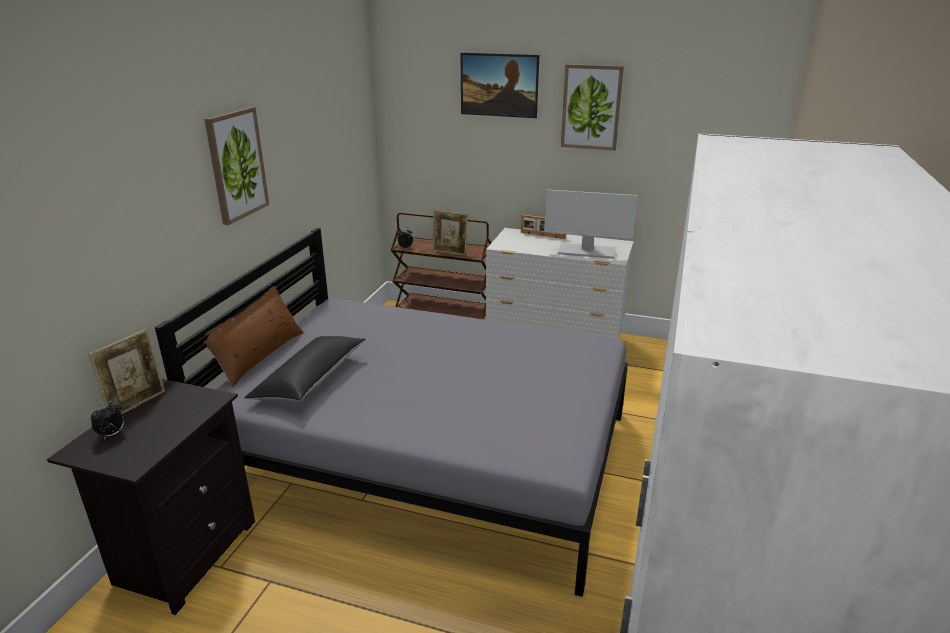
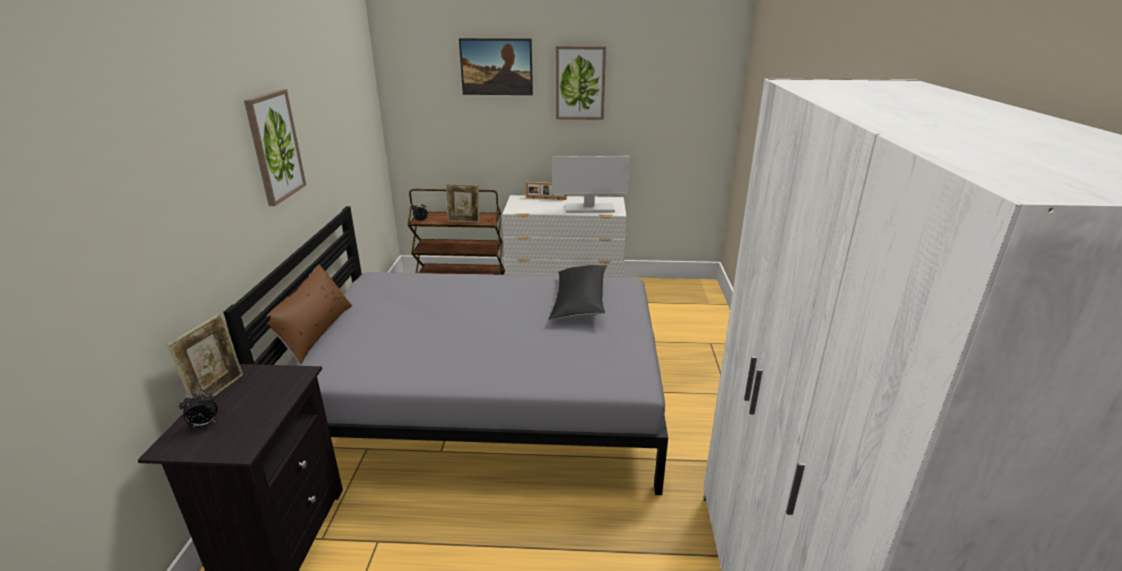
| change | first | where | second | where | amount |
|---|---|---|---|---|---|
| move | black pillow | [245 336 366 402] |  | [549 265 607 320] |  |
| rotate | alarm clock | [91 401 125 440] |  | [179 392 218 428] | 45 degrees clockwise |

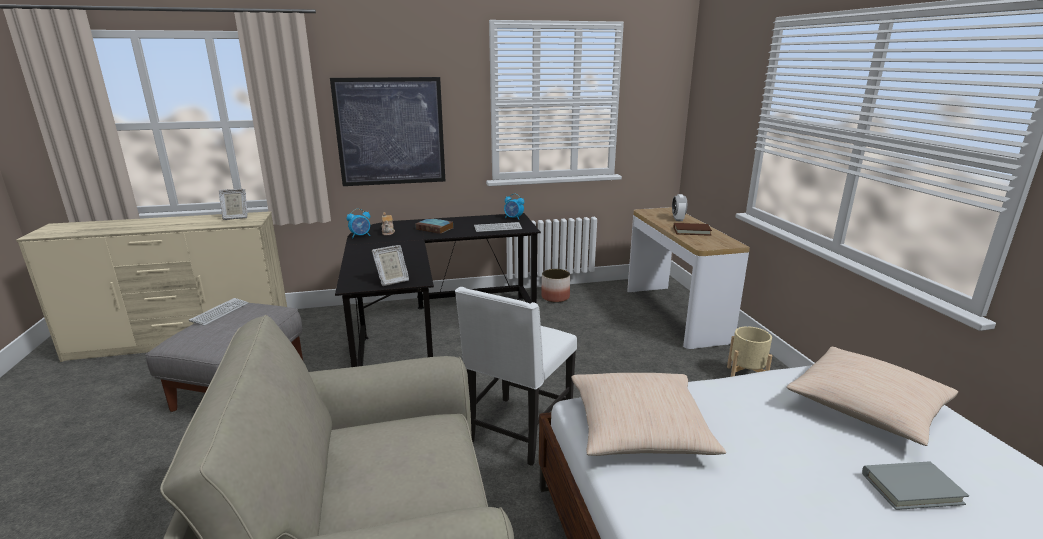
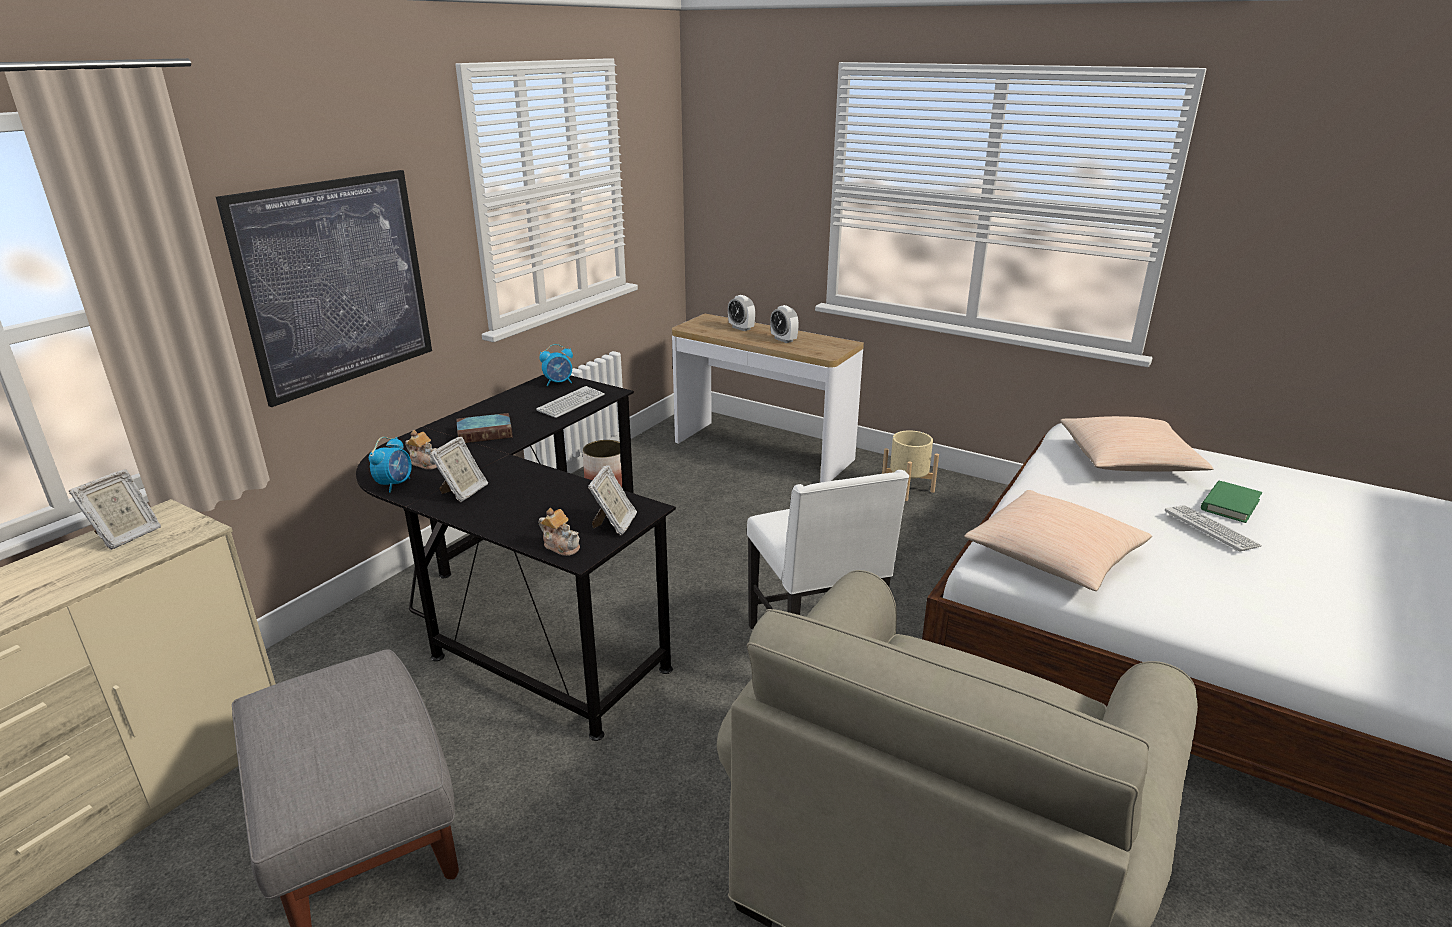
| change | first | where | second | where | amount |
|---|---|---|---|---|---|
| insert |  |  | picture frame | [429 437 488 502] |  |
| insert |  |  | teapot | [539 508 580 556] |  |
| move | keyboard | [189 298 249 326] |  | [1165 505 1262 552] |  |
| replace | brown book | [673 223 712 236] | alarm clock | [770 305 799 343] |  |
| recolor | grey book | [862 462 969 510] | green book | [1201 481 1262 523] |  |

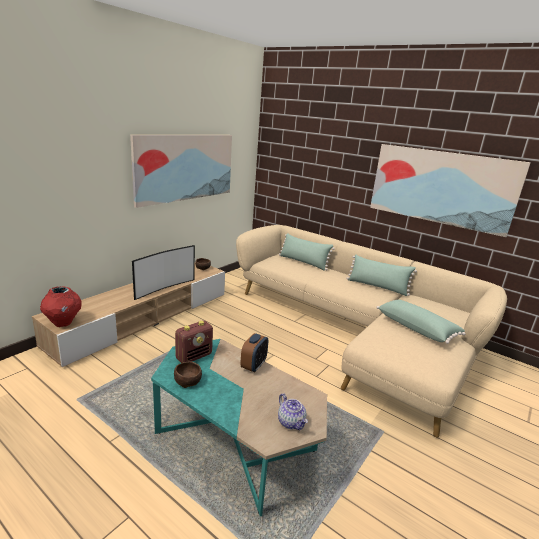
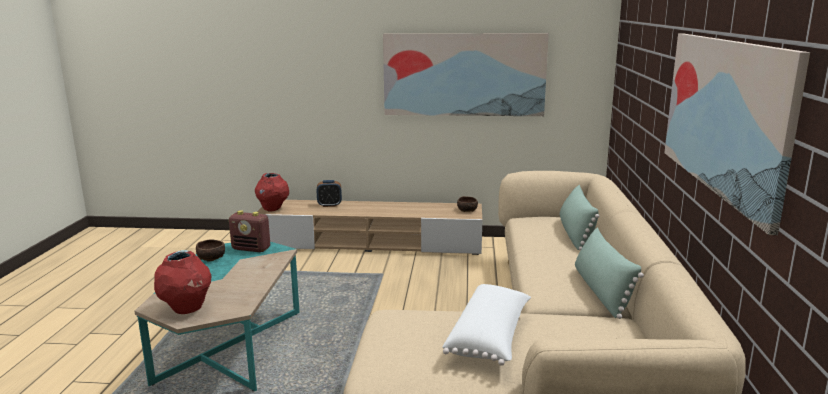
| change | first | where | second | where | amount |
|---|---|---|---|---|---|
| delete | television | [132 245 195 300] |  |  |  |
| move | alarm clock | [240 333 268 372] |  | [317 180 342 207] |  |
| replace | teapot | [278 393 308 430] | red vase | [154 250 211 314] |  |
| recolor | green pillow | [377 299 466 344] | white pillow | [442 284 531 366] |  |

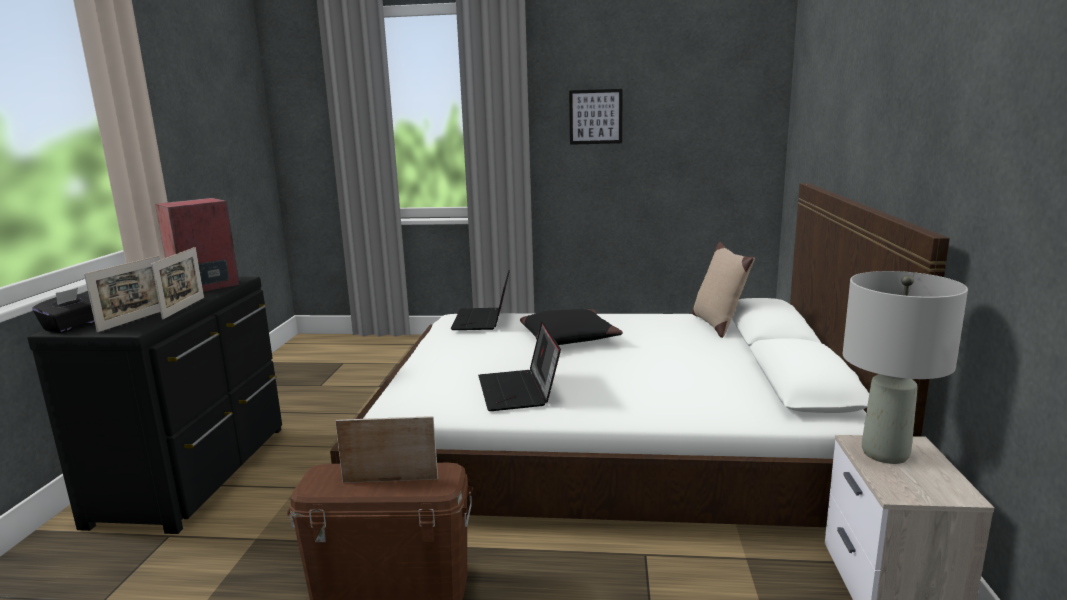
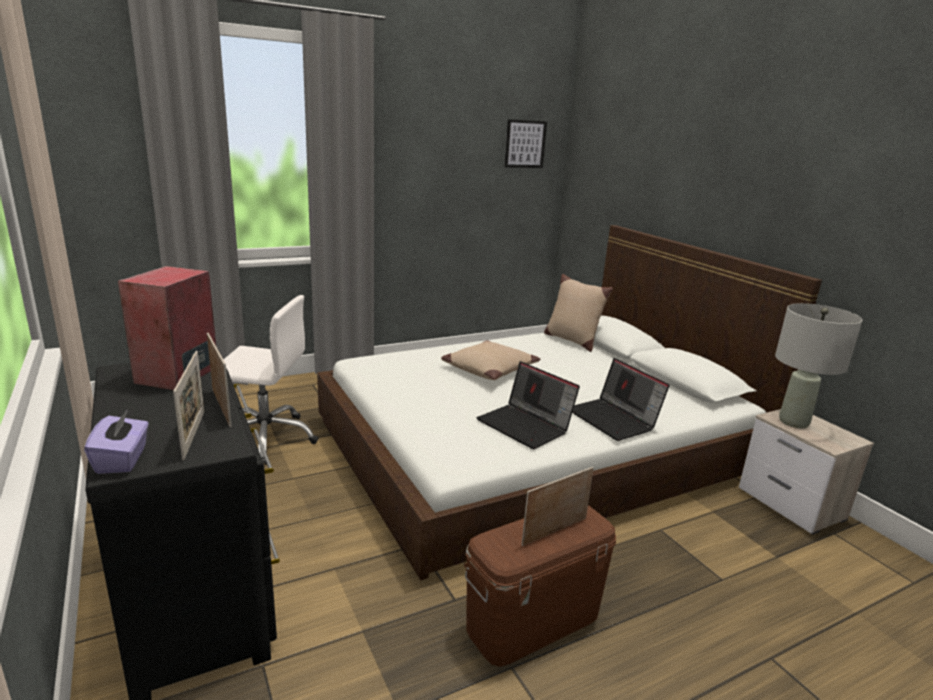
| change | first | where | second | where | amount |
|---|---|---|---|---|---|
| insert |  |  | white office chair | [223 295 319 465] |  |
| move | laptop | [451 270 510 330] |  | [572 358 670 441] |  |
| move | picture | [569 89 623 145] |  | [504 119 547 168] |  |
| recolor | black tissue box | [32 288 94 333] | purple tissue box | [84 410 149 474] |  |
| recolor | black pillow | [520 309 623 345] | beige pillow | [441 340 541 380] |  |

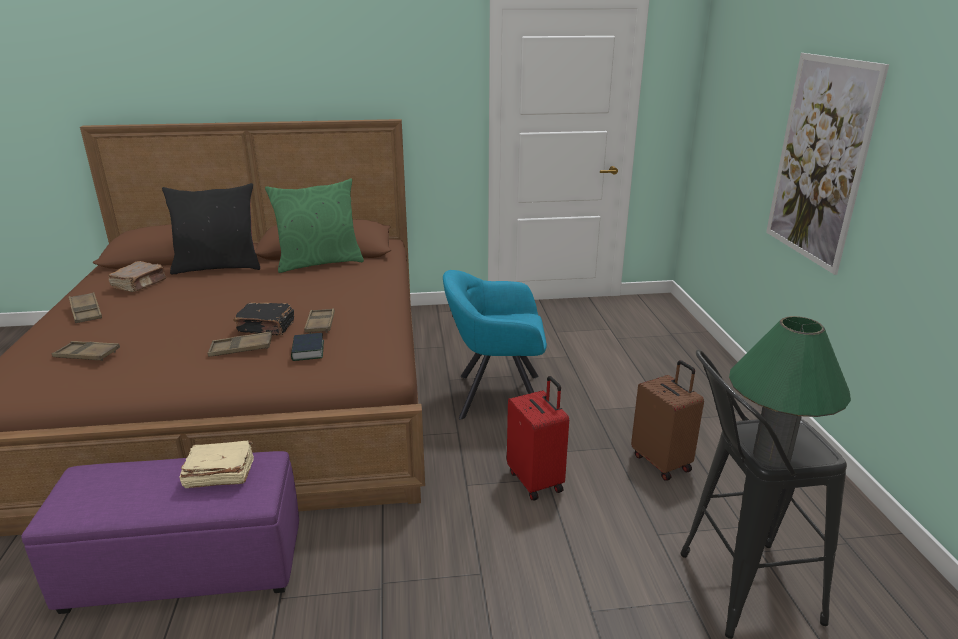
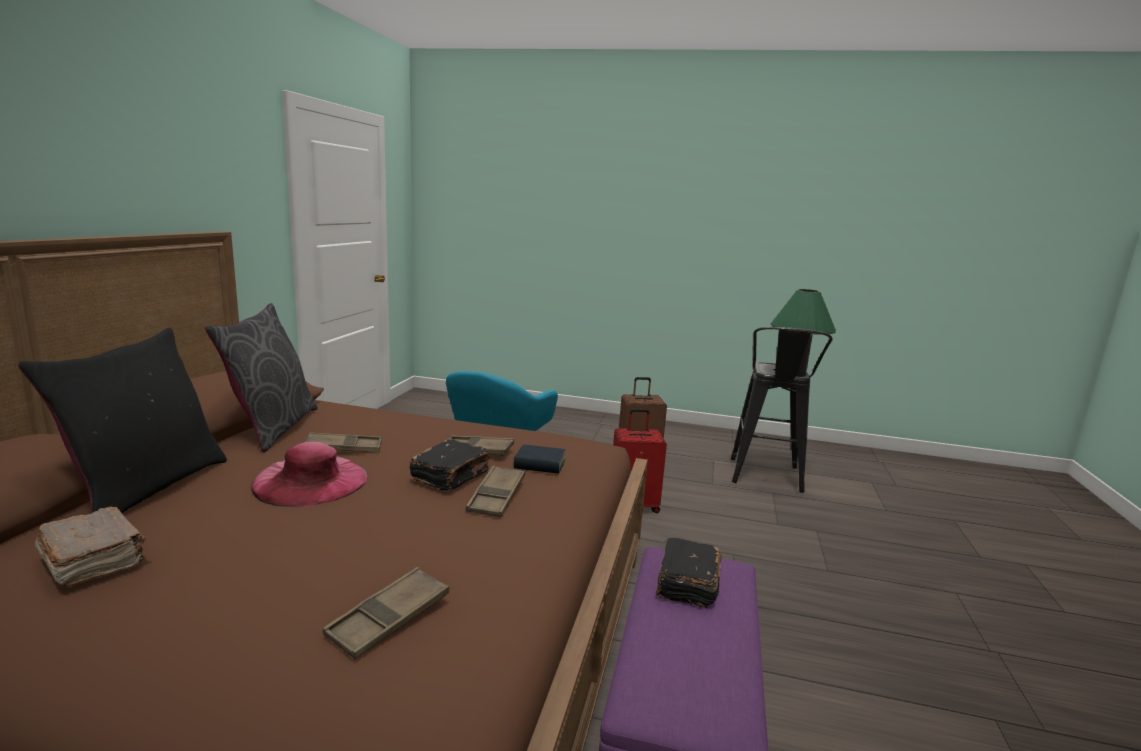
| change | first | where | second | where | amount |
|---|---|---|---|---|---|
| delete | picture | [766 53 889 275] |  |  |  |
| insert |  |  | pink hat | [251 442 367 507] |  |
| move | brown tray | [69 292 102 323] |  | [305 432 382 453] |  |
| recolor | beige book | [179 441 254 488] | black book | [656 538 722 608] |  |
| recolor | green pillow | [265 179 364 273] | grey pillow | [205 303 318 452] |  |

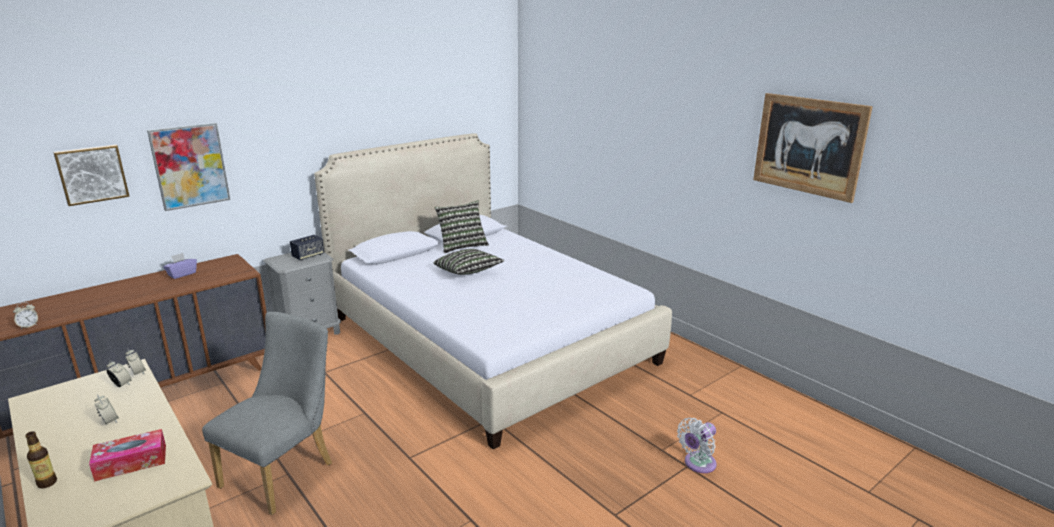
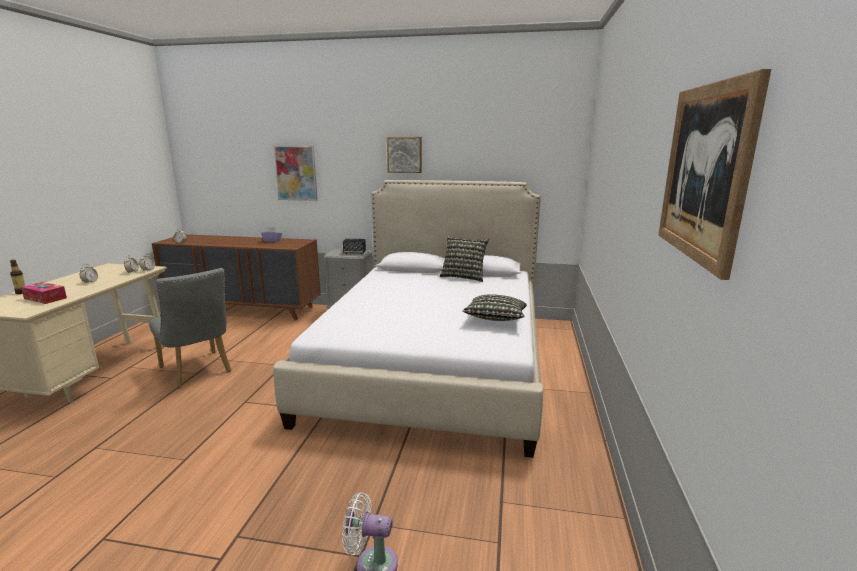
| change | first | where | second | where | amount |
|---|---|---|---|---|---|
| move | picture | [53 145 130 206] |  | [387 137 422 173] |  |
| move | pillow | [433 249 504 275] |  | [462 294 527 321] |  |
| rotate | grey chair | [202 312 332 515] |  | [149 268 232 387] | 60 degrees clockwise |

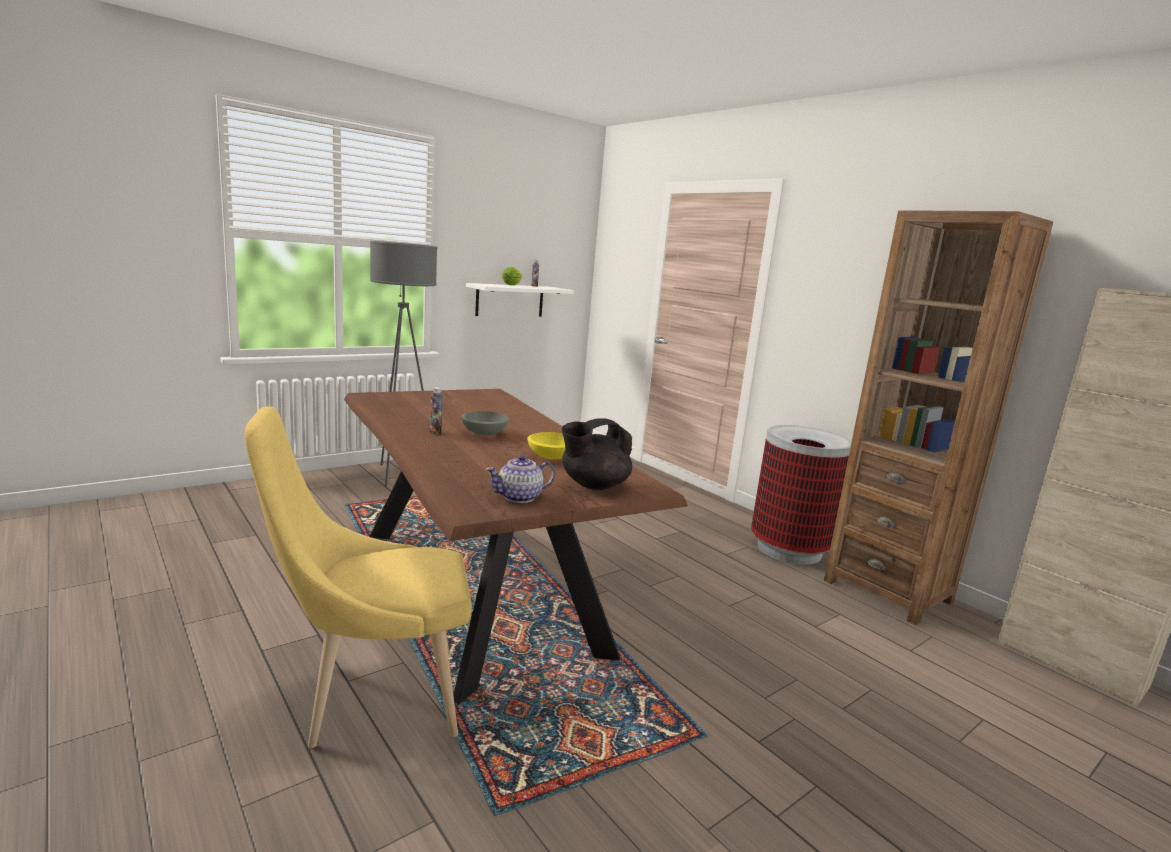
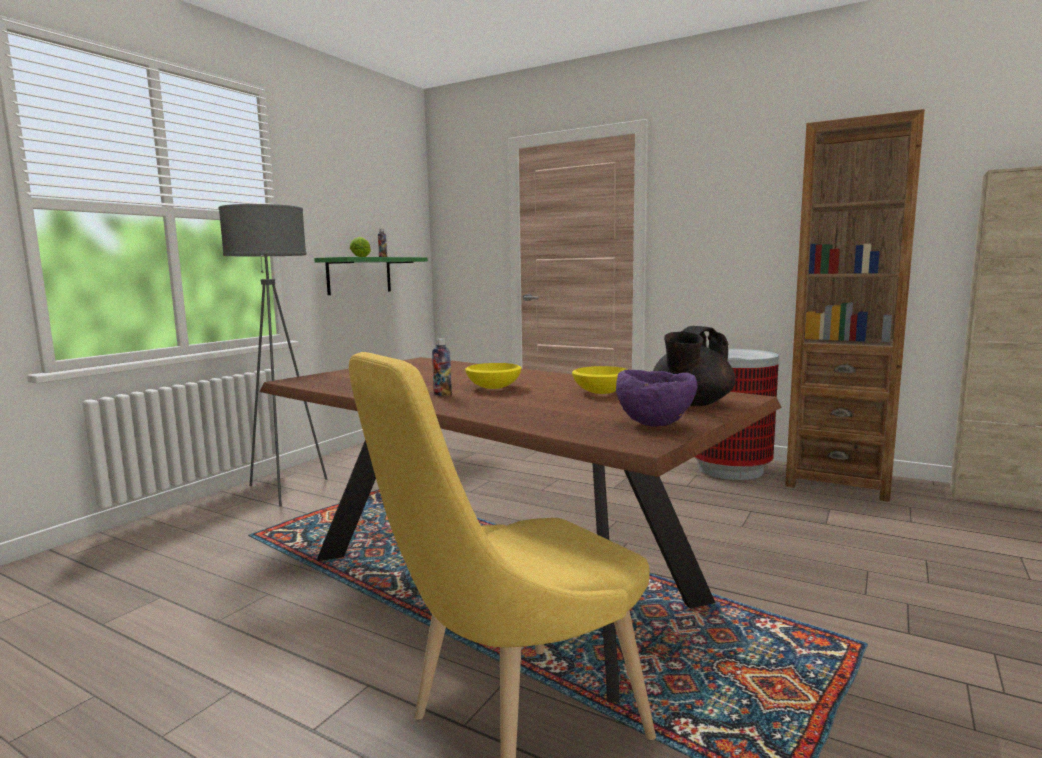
| change | first | where | second | where | amount |
|---|---|---|---|---|---|
| replace | teapot | [485 455 555 503] | purple bowl | [616 370 698 427] |  |
| recolor | grey bowl | [461 411 509 435] | yellow bowl | [465 363 522 389] |  |
| recolor | white shelf | [466 283 574 317] | green shelf | [314 257 428 295] |  |

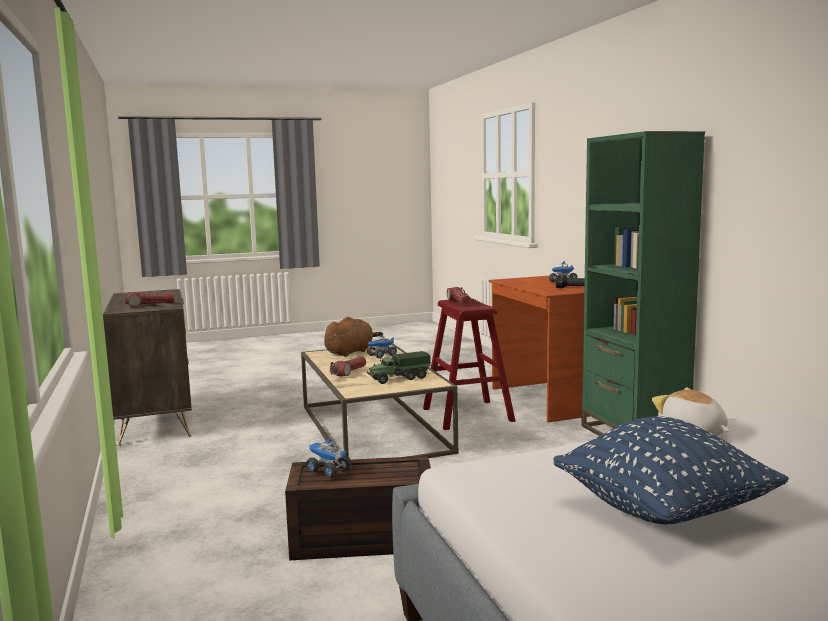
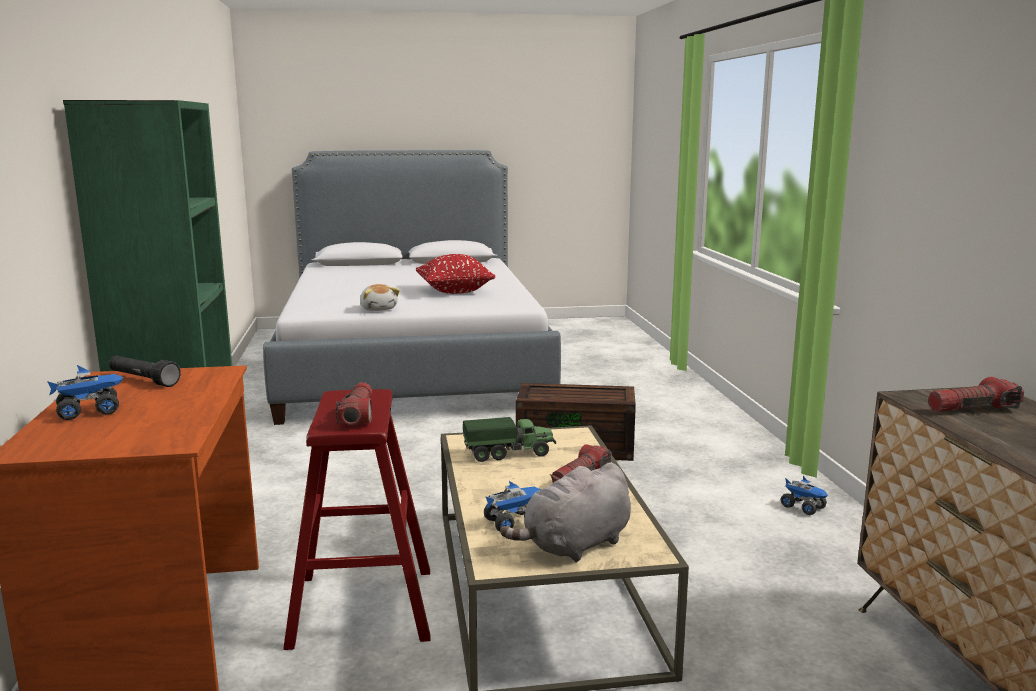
| change | first | where | second | where | amount |
|---|---|---|---|---|---|
| move | toy truck | [306 438 352 478] |  | [781 476 828 515] |  |
| recolor | brown plush toy | [324 317 382 357] | grey plush toy | [500 462 631 562] |  |
| recolor | blue pillow | [553 416 789 524] | red pillow | [416 254 495 294] |  |

